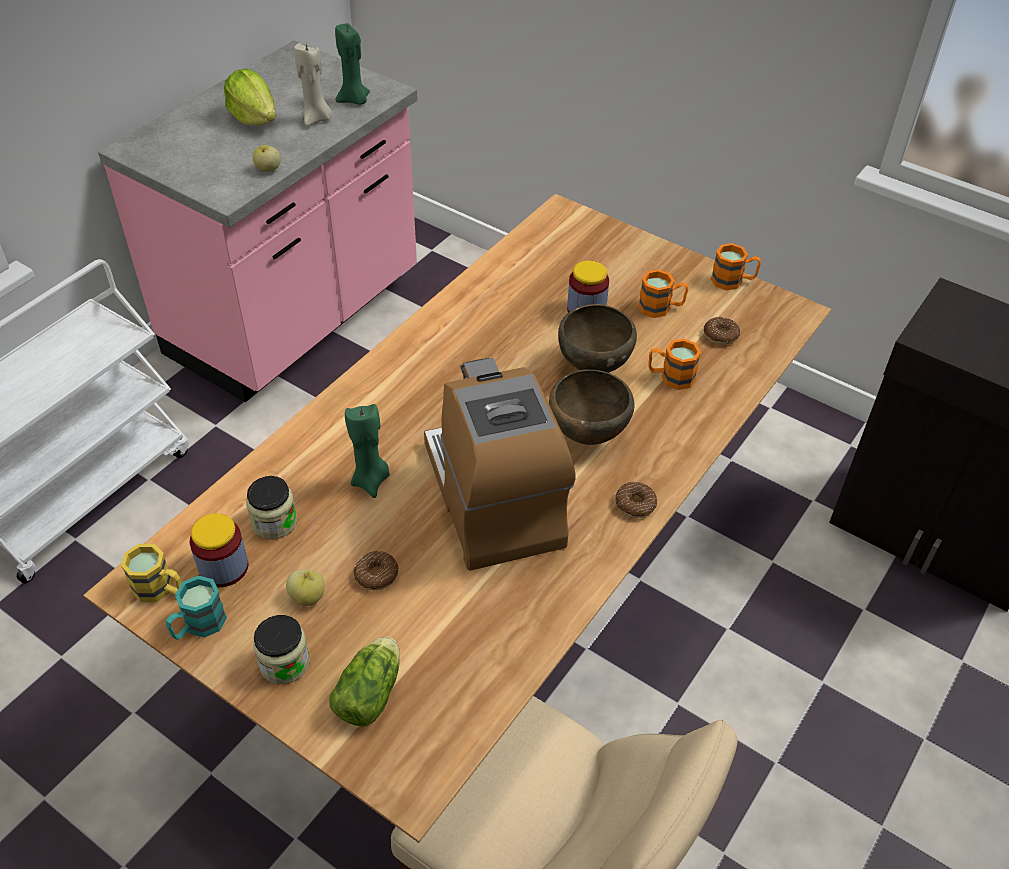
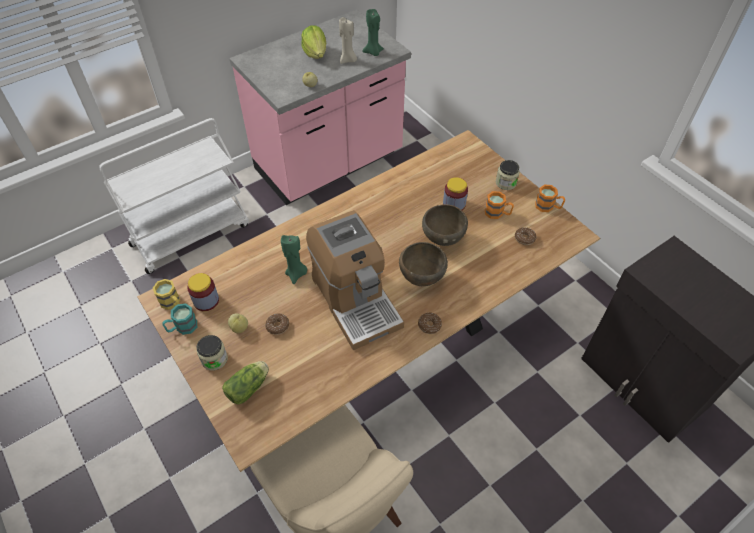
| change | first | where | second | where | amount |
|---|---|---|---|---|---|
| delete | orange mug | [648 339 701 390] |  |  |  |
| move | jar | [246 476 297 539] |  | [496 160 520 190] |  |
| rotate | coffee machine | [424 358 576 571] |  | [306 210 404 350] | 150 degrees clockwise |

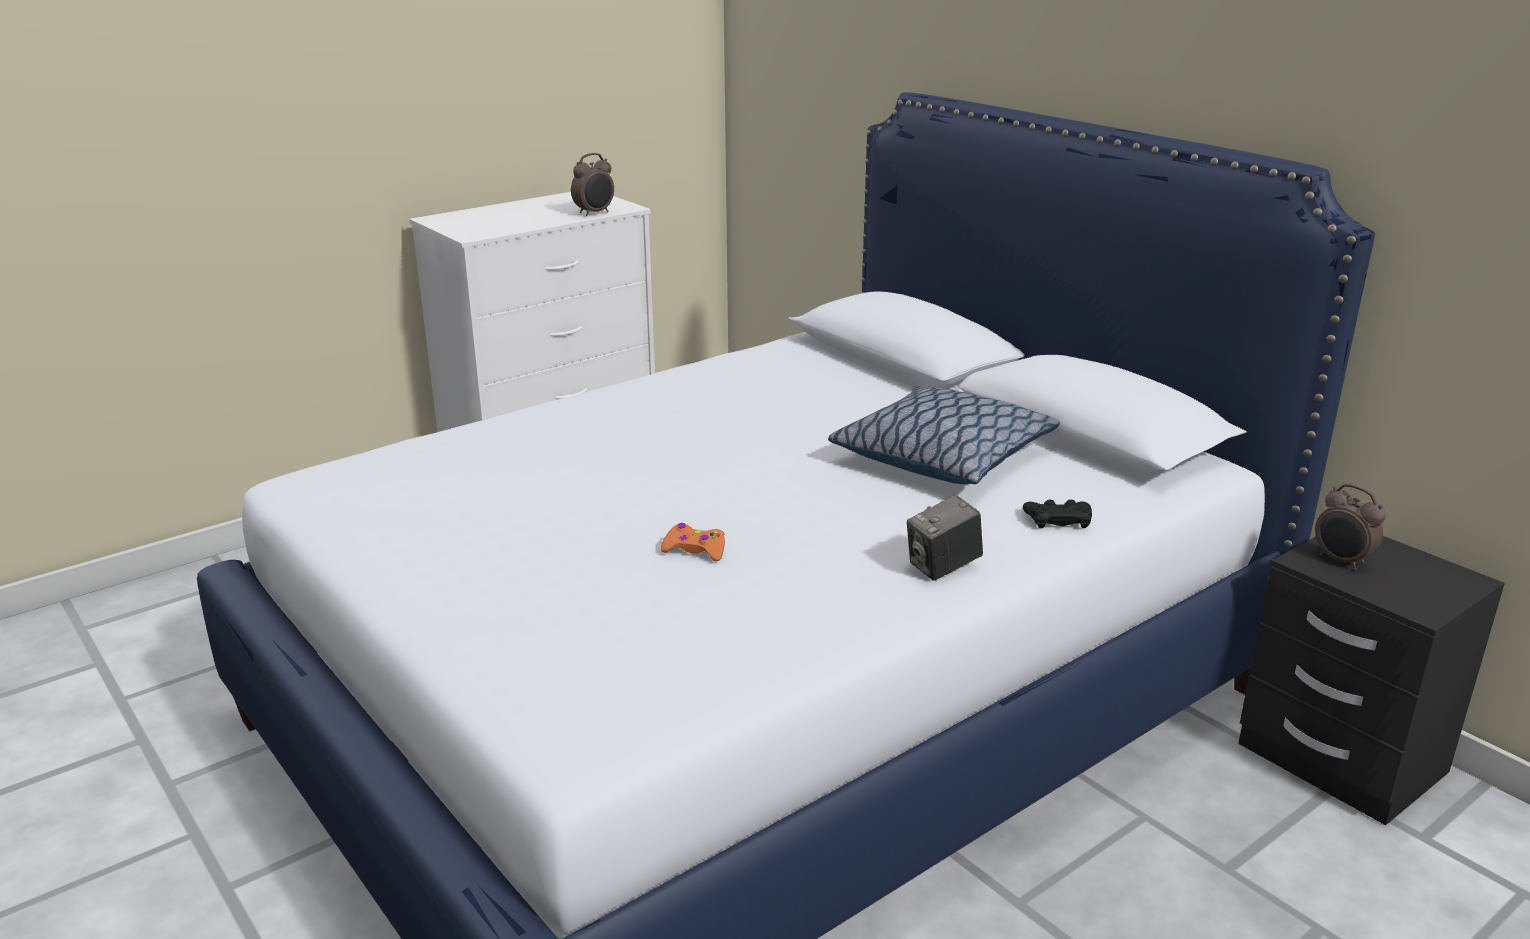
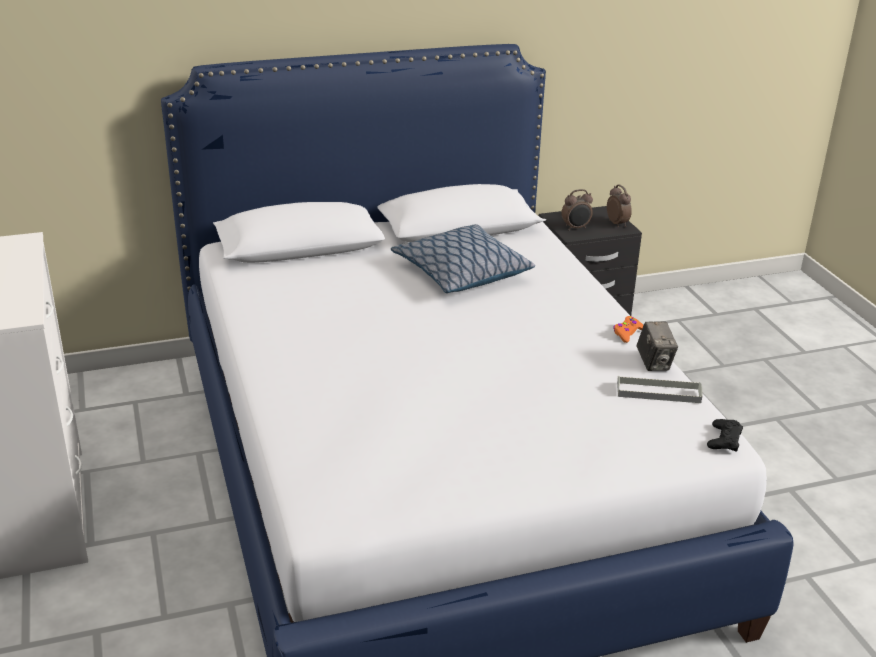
| change | first | where | second | where | amount |
|---|---|---|---|---|---|
| insert |  |  | grey tray | [617 376 702 403] |  |
| move | alarm clock | [571 153 614 216] |  | [607 184 632 227] |  |
| move | orange game controller | [661 523 725 561] |  | [613 316 644 343] |  |
| move | photo camera | [907 495 983 581] |  | [636 322 678 371] |  |
| move | black game controller | [1023 499 1092 528] |  | [707 419 743 452] |  |

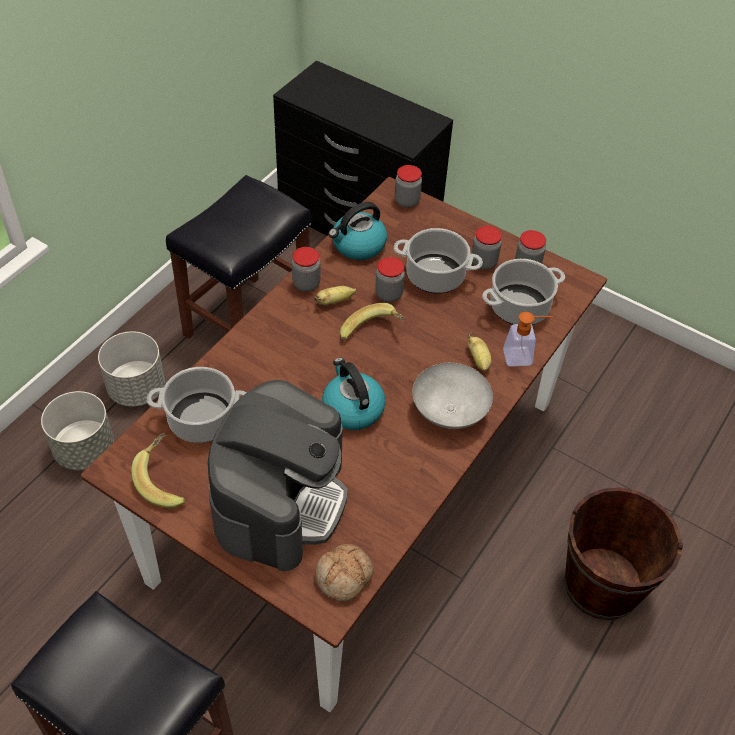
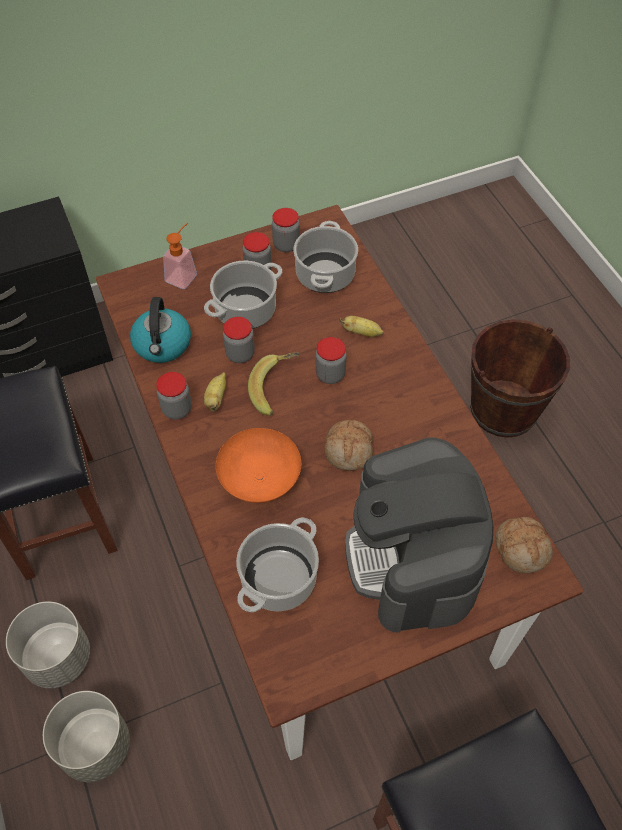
| change | first | where | second | where | amount |
|---|---|---|---|---|---|
| delete | banana | [131 433 186 508] |  |  |  |
| delete | grey bowl | [413 363 493 429] |  |  |  |
| insert |  |  | orange bowl | [216 428 301 503] |  |
| move | jar | [395 165 422 208] |  | [315 337 347 384] |  |
| move | soap dispenser | [503 312 553 367] |  | [163 223 197 289] |  |
| replace | kettle | [322 358 386 430] | bread | [324 420 373 471] |  |
| rotate | coffee machine | [208 380 348 571] |  | [345 438 493 633] | 150 degrees counterclockwise |

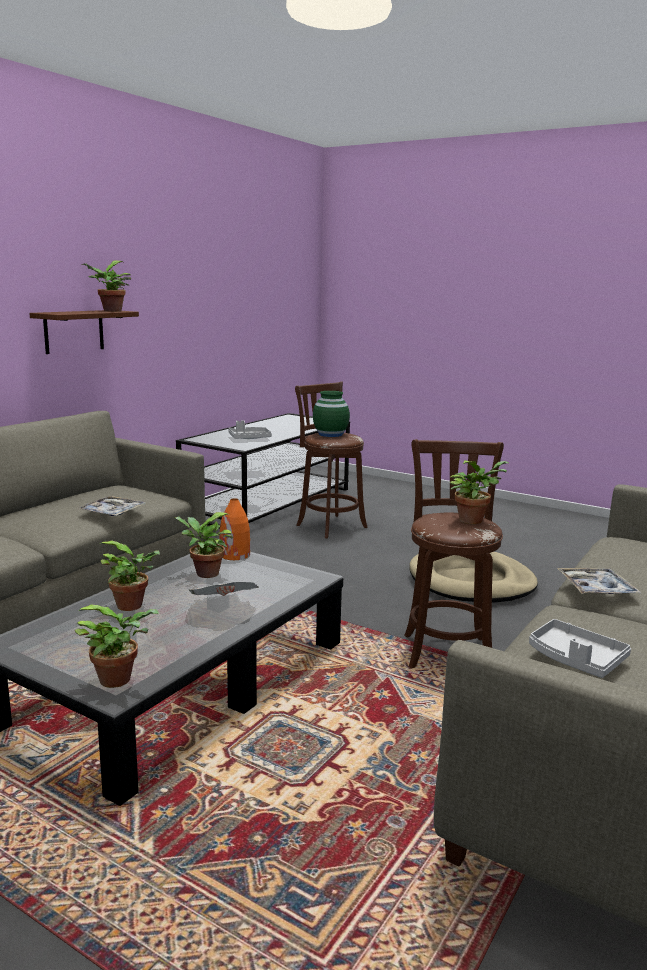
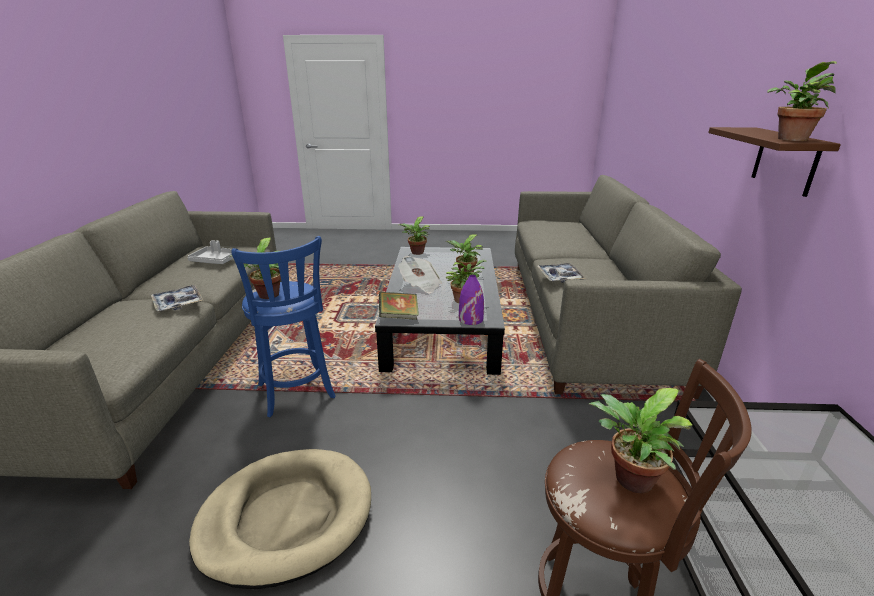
| change | first | where | second | where | amount |
|---|---|---|---|---|---|
| delete | grey tray | [228 421 272 439] |  |  |  |
| insert |  |  | book | [379 292 419 320] |  |
| replace | green vase | [313 391 350 437] | potted plant | [589 388 692 493] |  |
| recolor | orange vase | [220 498 250 560] | purple vase | [459 275 484 325] |  |
| recolor | brown stool | [404 439 504 669] | blue stool | [231 236 336 417] |  |

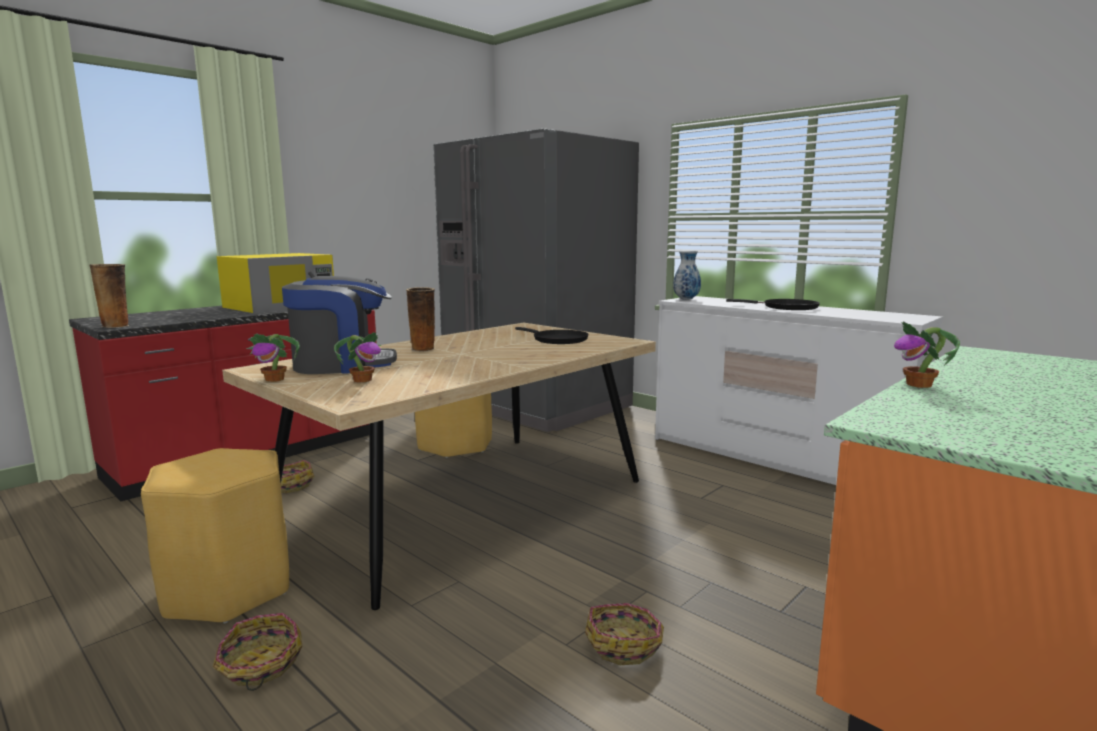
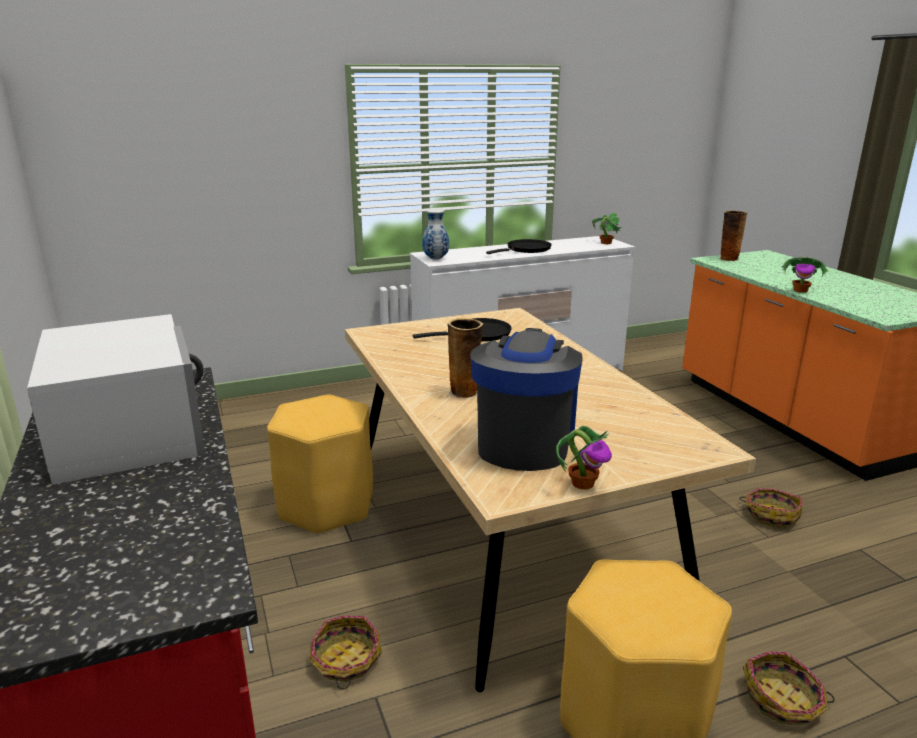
| change | first | where | second | where | amount |
|---|---|---|---|---|---|
| delete | grey fridge | [433 129 639 432] |  |  |  |
| move | vase | [89 264 129 328] |  | [720 210 747 261] |  |
| move | potted plant | [334 332 382 383] |  | [592 212 622 244] |  |
| recolor | yellow microwave | [217 253 334 314] | white microwave | [27 314 206 485] |  |

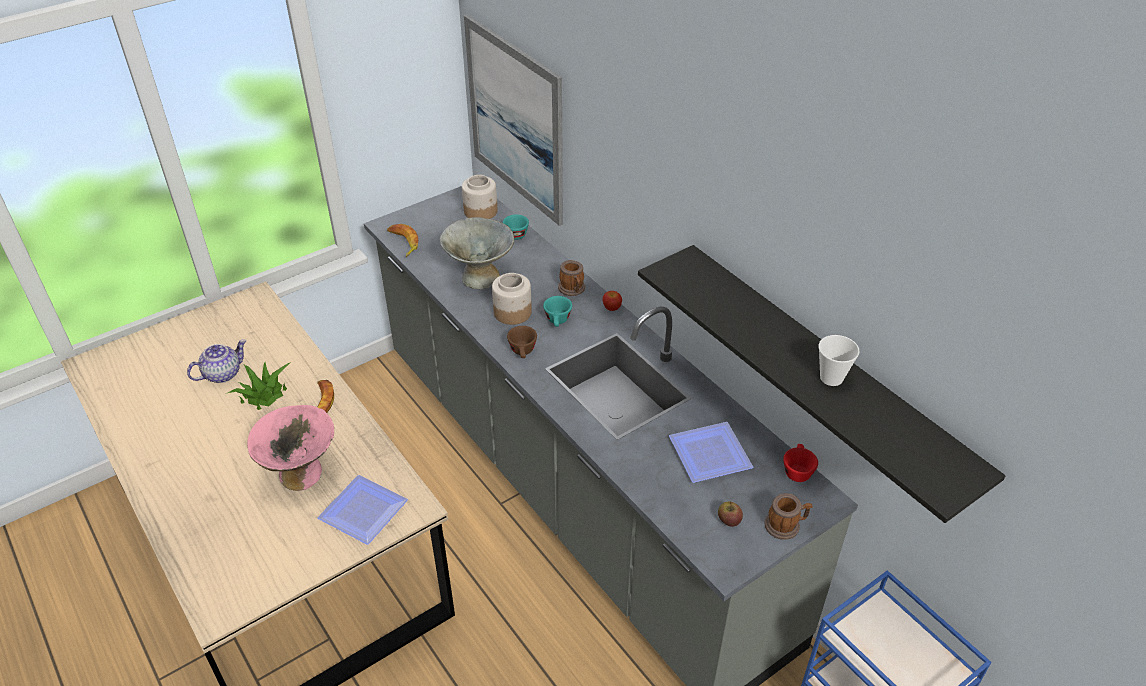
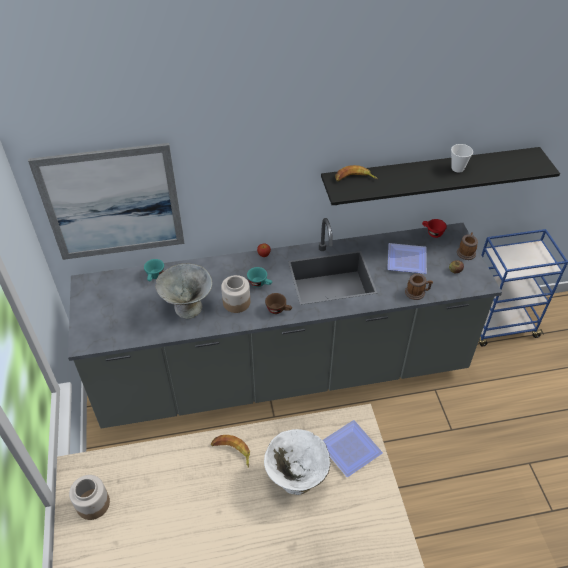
| change | first | where | second | where | amount |
|---|---|---|---|---|---|
| delete | teapot | [187 339 246 383] |  |  |  |
| delete | potted plant | [225 362 291 410] |  |  |  |
| move | banana | [387 224 418 257] |  | [335 165 378 182] |  |
| move | jar | [462 175 498 219] |  | [69 475 110 520] |  |
| move | mug | [558 260 585 296] |  | [405 274 433 300] |  |
| recolor | pink bowl | [247 405 334 491] | white bowl | [264 429 331 495] |  |

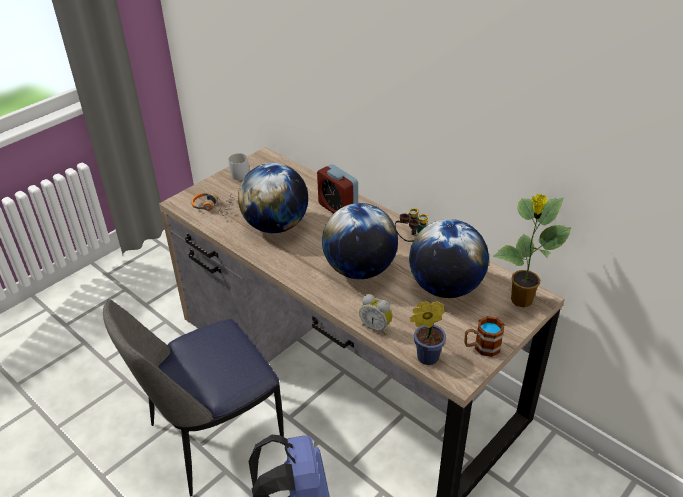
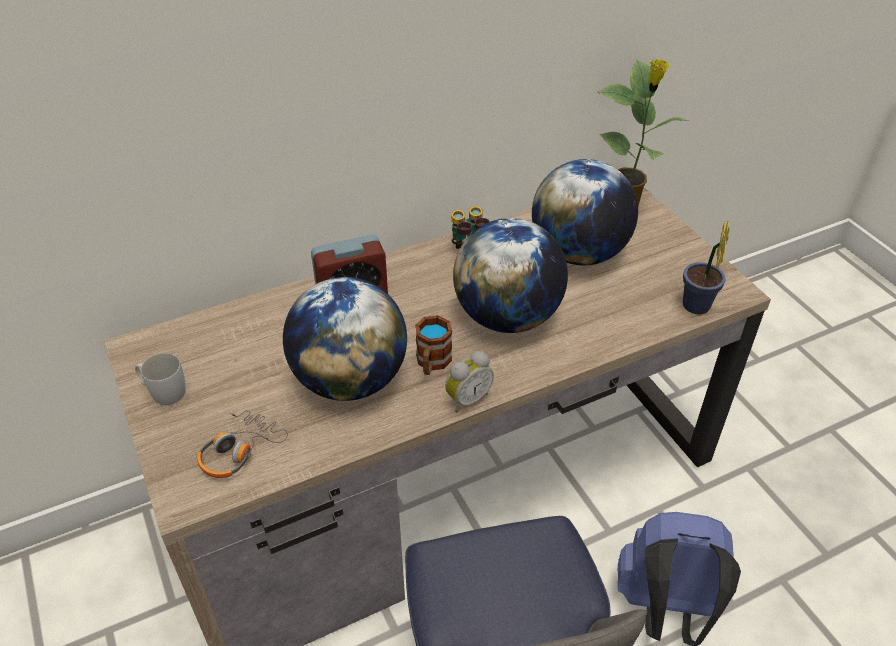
| change | first | where | second | where | amount |
|---|---|---|---|---|---|
| move | alarm clock | [359 294 393 335] |  | [445 351 494 413] |  |
| move | mug | [464 316 505 357] |  | [415 315 452 375] |  |

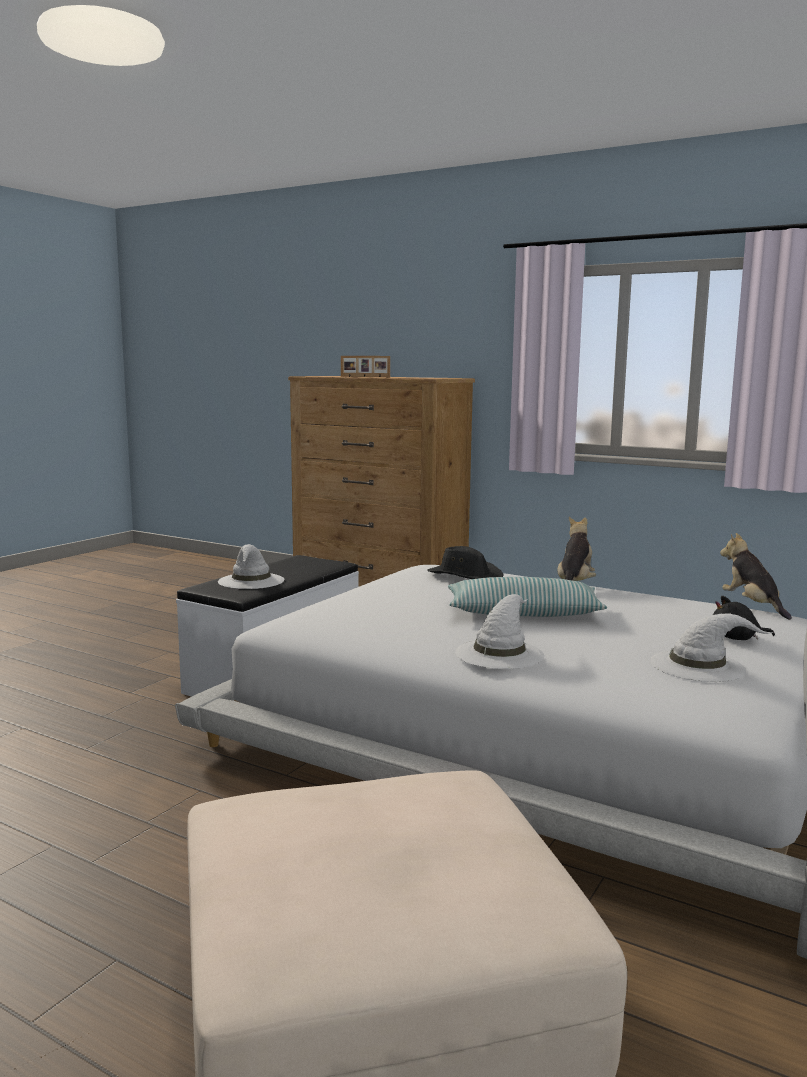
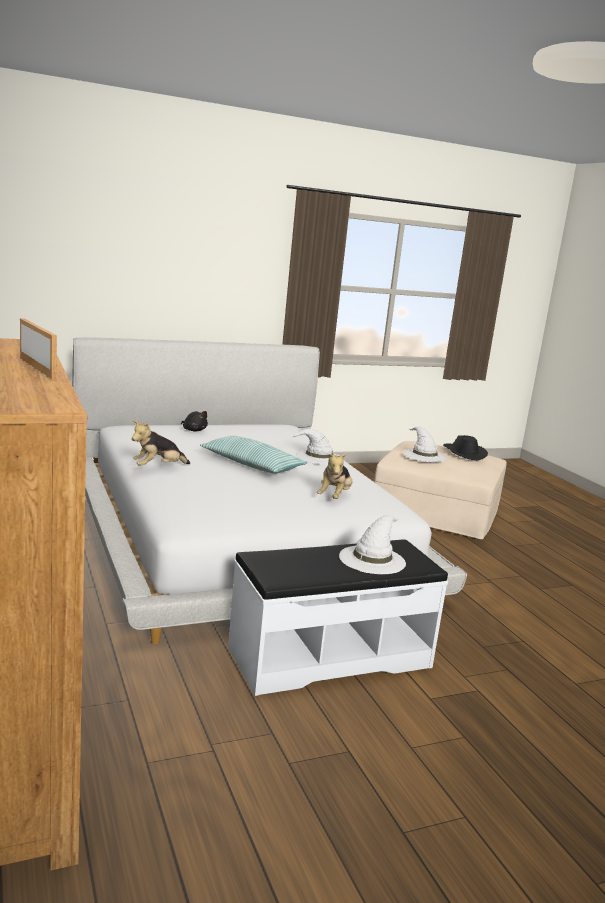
| change | first | where | second | where | amount |
|---|---|---|---|---|---|
| move | black hat | [427 546 504 579] |  | [443 435 488 461] |  |
| move | white hat | [650 613 773 682] |  | [403 426 446 462] |  |
| move | plush toy | [720 533 792 620] |  | [317 453 352 499] |  |

